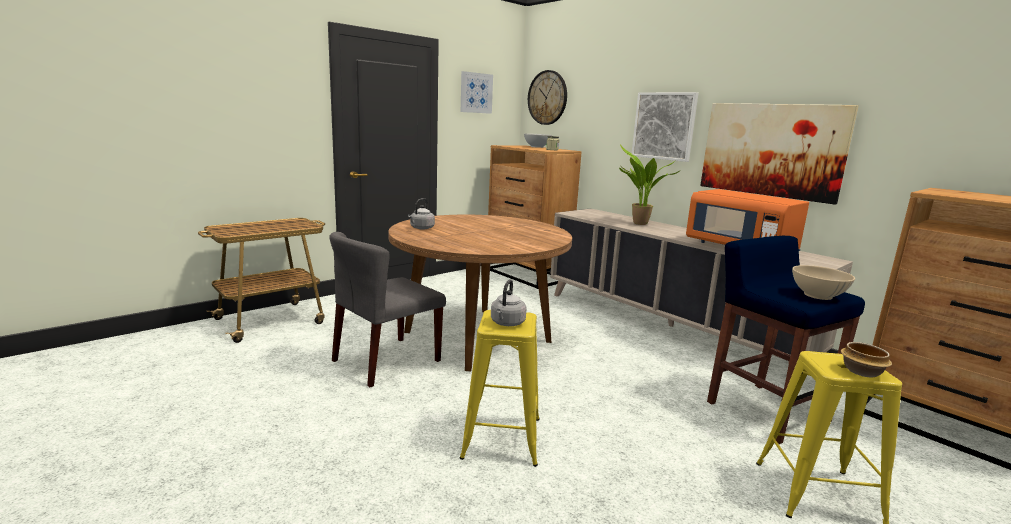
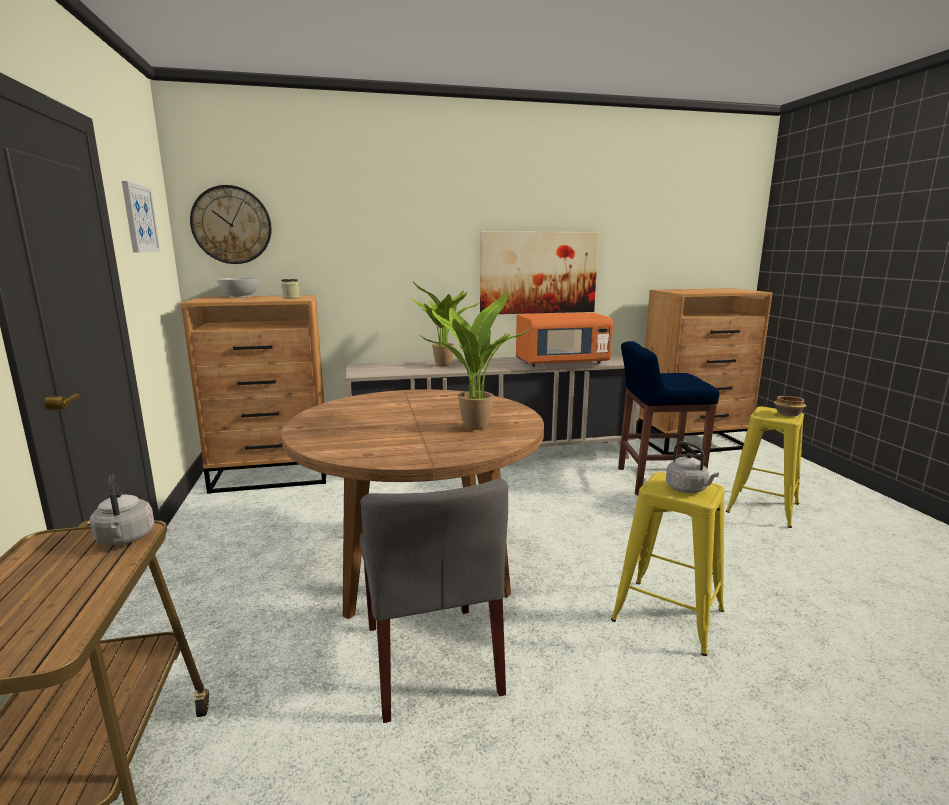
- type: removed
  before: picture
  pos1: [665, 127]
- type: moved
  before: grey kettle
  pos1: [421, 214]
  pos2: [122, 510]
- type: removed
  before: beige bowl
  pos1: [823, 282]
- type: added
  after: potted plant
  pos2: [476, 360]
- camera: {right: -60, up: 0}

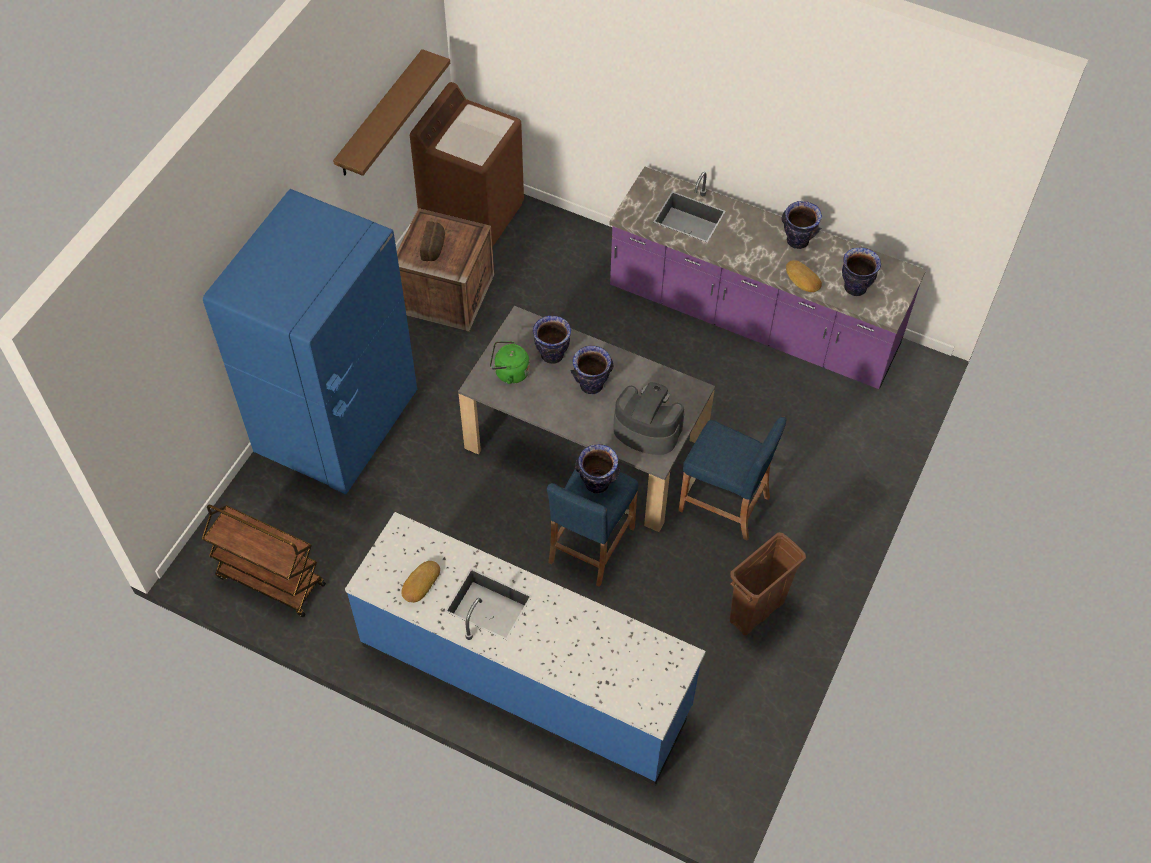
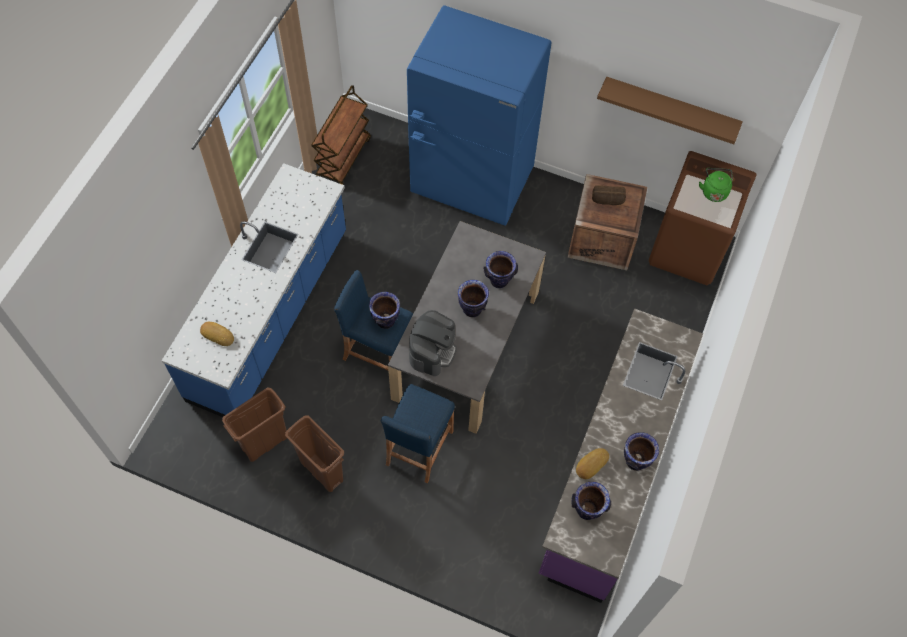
- type: moved
  before: green kettle
  pos1: [510, 362]
  pos2: [716, 185]
- type: moved
  before: bread
  pos1: [420, 582]
  pos2: [217, 334]
- type: added
  after: brown trash can
  pos2: [254, 424]
- camera: {right: 85, up: 5}

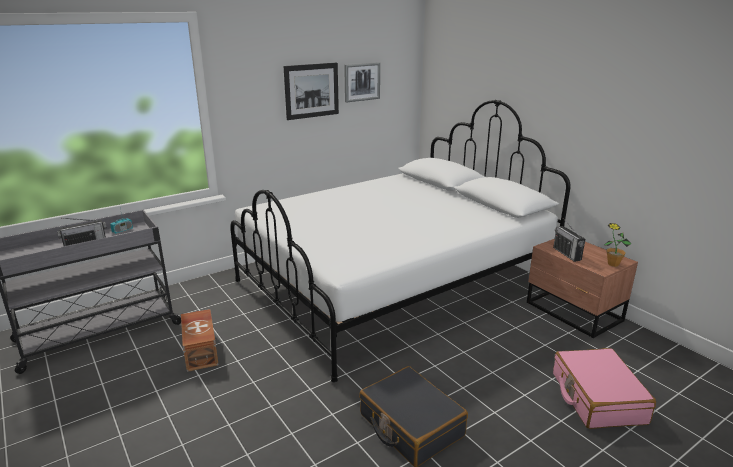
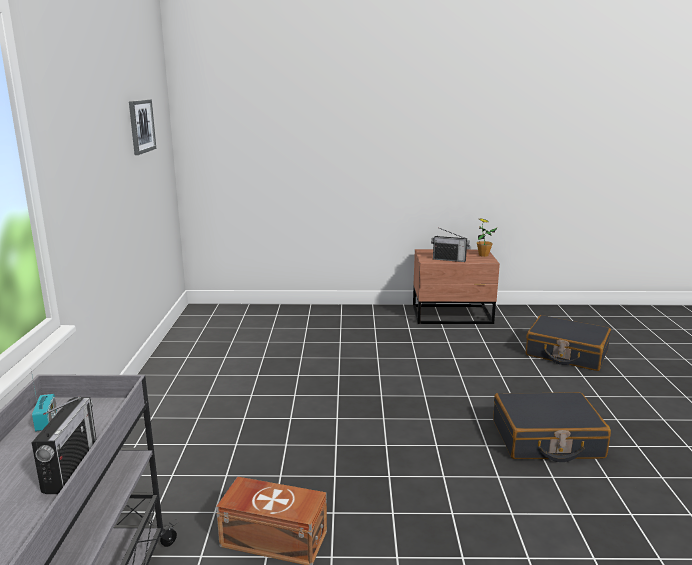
- type: removed
  before: picture
  pos1: [311, 91]
- type: removed
  before: white bed
  pos1: [400, 241]
- type: recoloured
  before: pink suitcase
  after: black suitcase
  pos1: [604, 388]
  pos2: [568, 343]
- camera: {right: -55, up: -5}

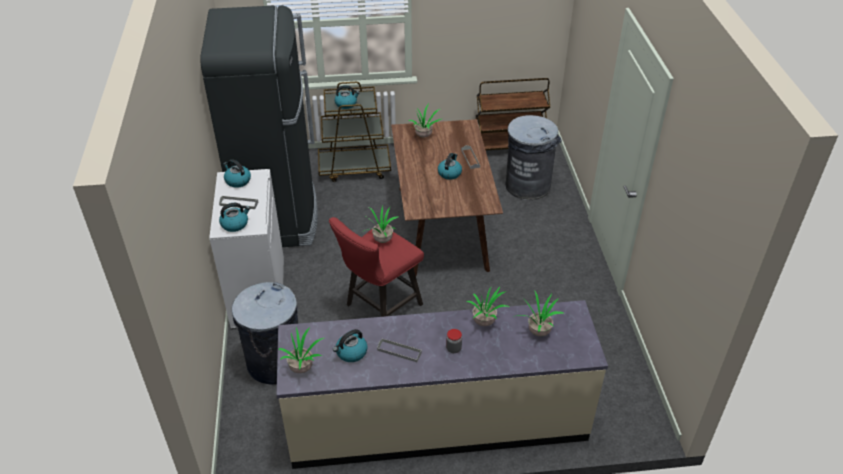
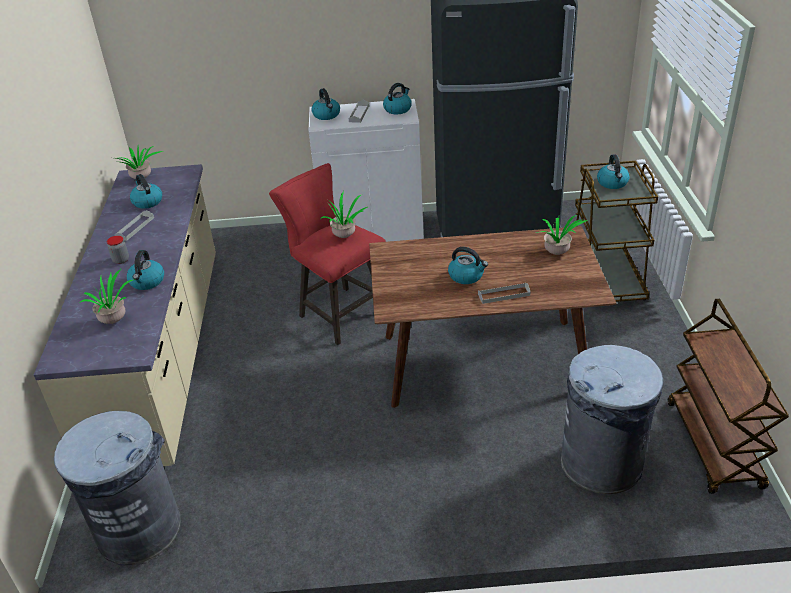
- type: moved
  before: grey trash can
  pos1: [265, 333]
  pos2: [117, 488]
- type: replaced
  before: potted plant
  after: kettle
  pos1: [488, 306]
  pos2: [145, 270]
- camera: {right: 95, up: -5}

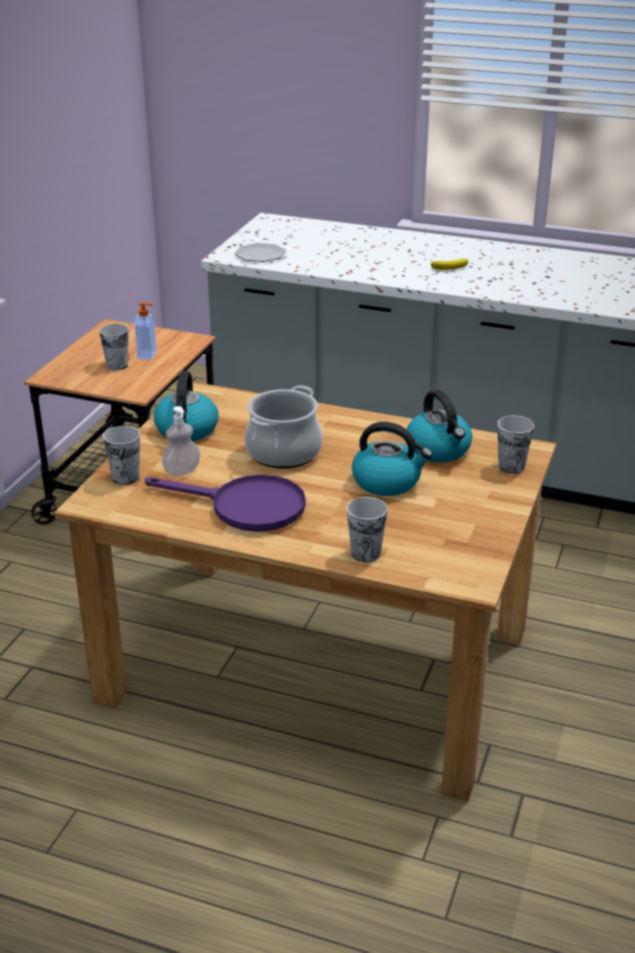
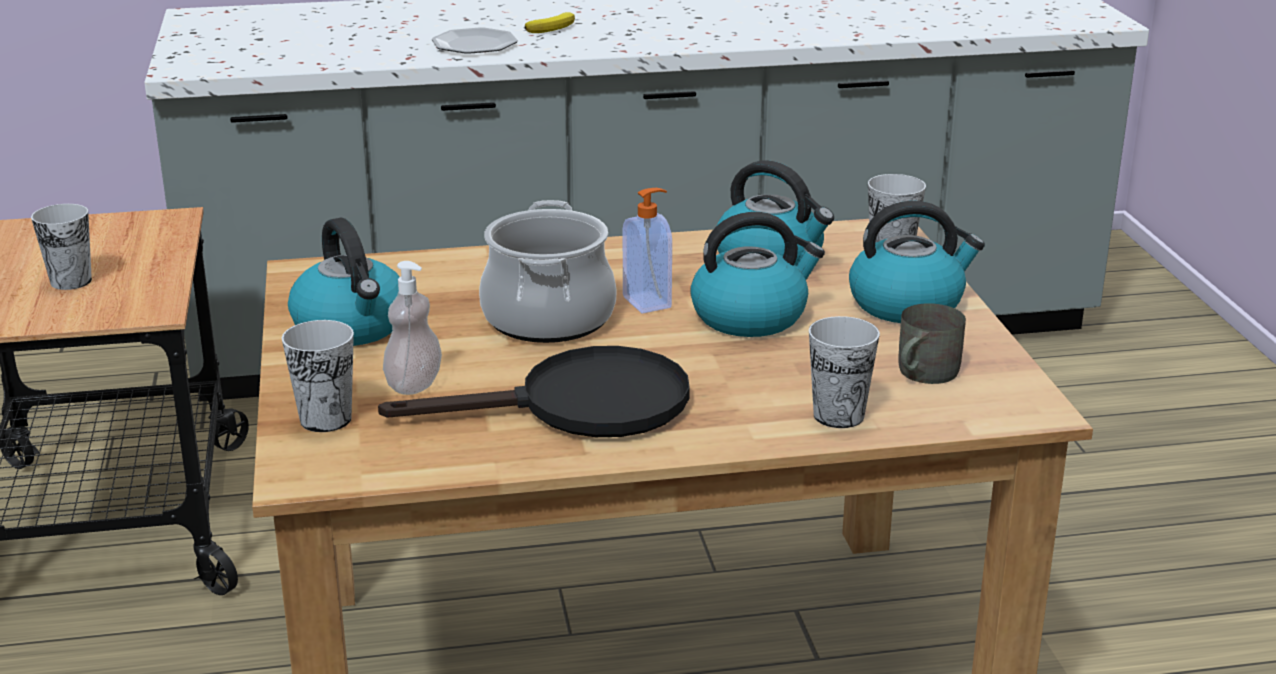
- type: moved
  before: plate
  pos1: [260, 252]
  pos2: [475, 40]
- type: moved
  before: soap dispenser
  pos1: [145, 331]
  pos2: [647, 250]
- type: recoloured
  before: purple frying pan
  after: black frying pan
  pos1: [225, 503]
  pos2: [534, 391]
- type: added
  after: kettle
  pos2: [917, 262]
- type: added
  after: grey mug
  pos2: [932, 343]
- camera: {right: -30, up: -5}

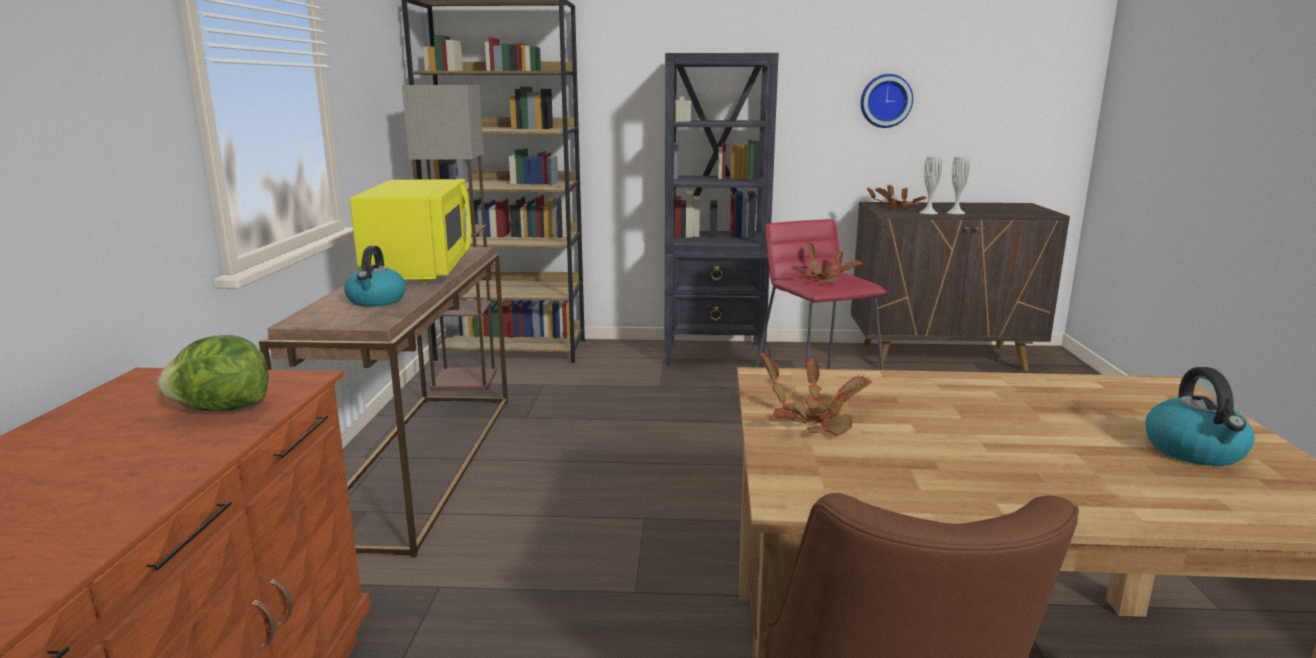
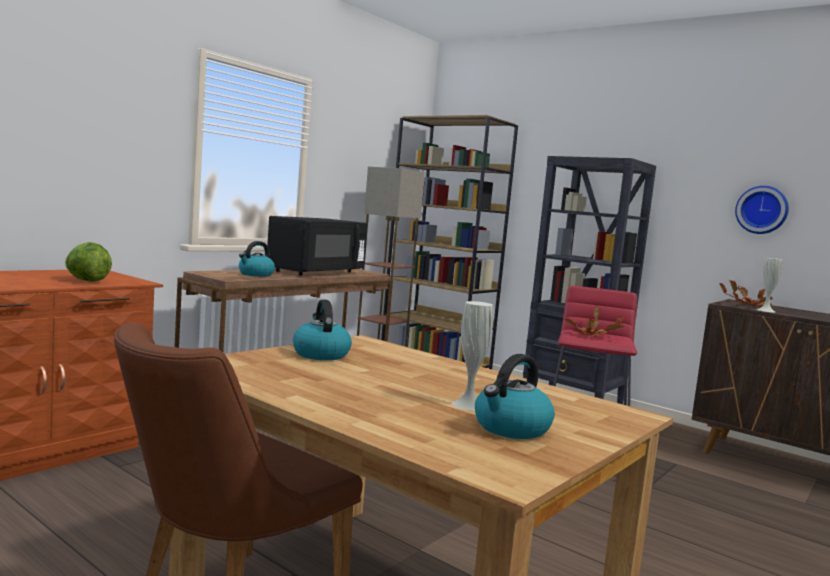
- type: moved
  before: white vase
  pos1: [958, 185]
  pos2: [472, 356]
- type: recoloured
  before: yellow microwave
  after: black microwave
  pos1: [410, 231]
  pos2: [317, 246]
- type: replaced
  before: potted plant
  after: kettle
  pos1: [815, 394]
  pos2: [322, 330]
- camera: {right: 35, up: -10}

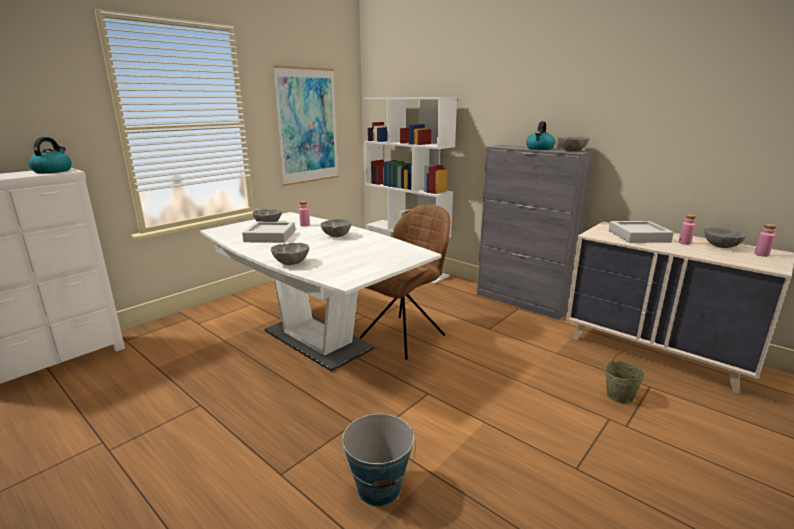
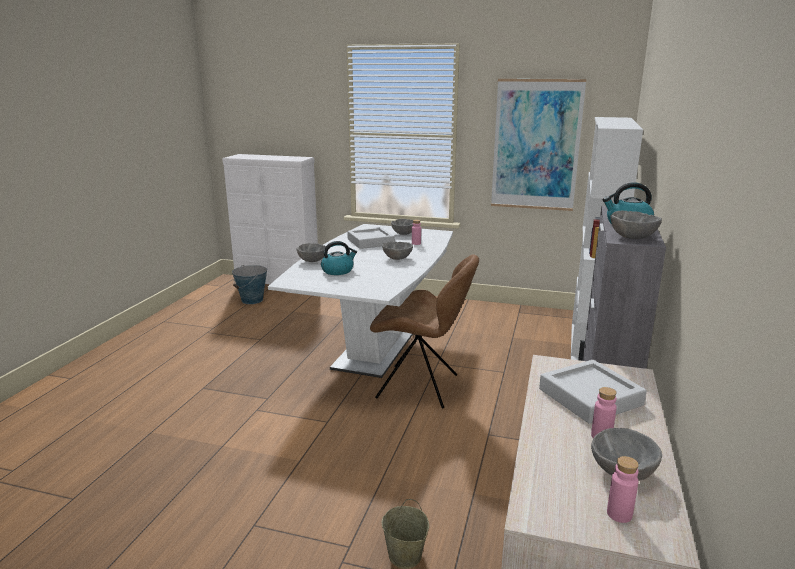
- type: moved
  before: kettle
  pos1: [50, 155]
  pos2: [339, 258]
- type: moved
  before: bucket
  pos1: [379, 460]
  pos2: [249, 284]
- camera: {right: 65, up: 0}

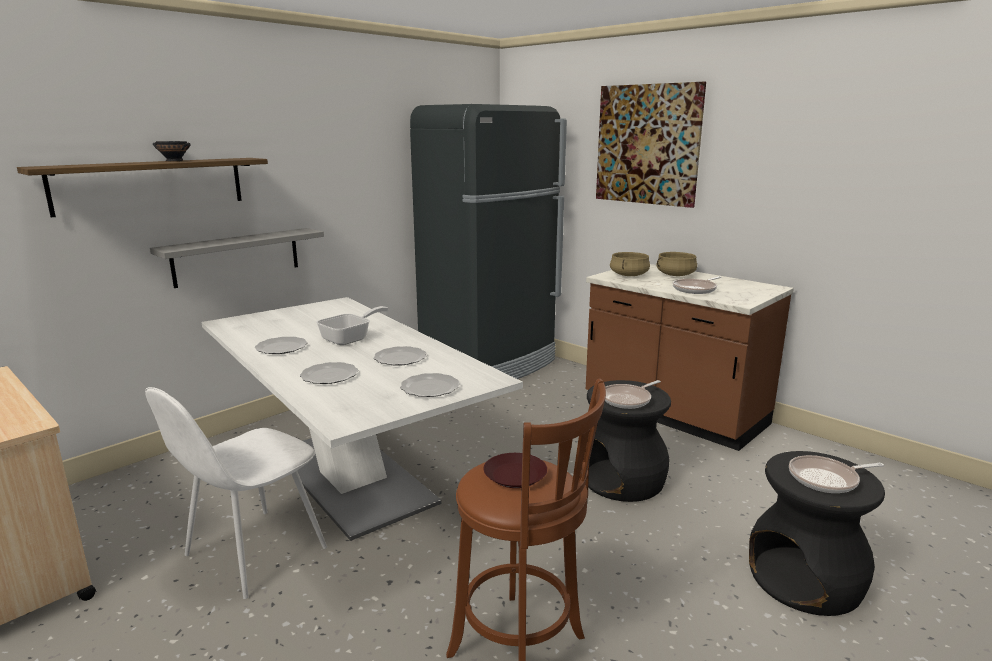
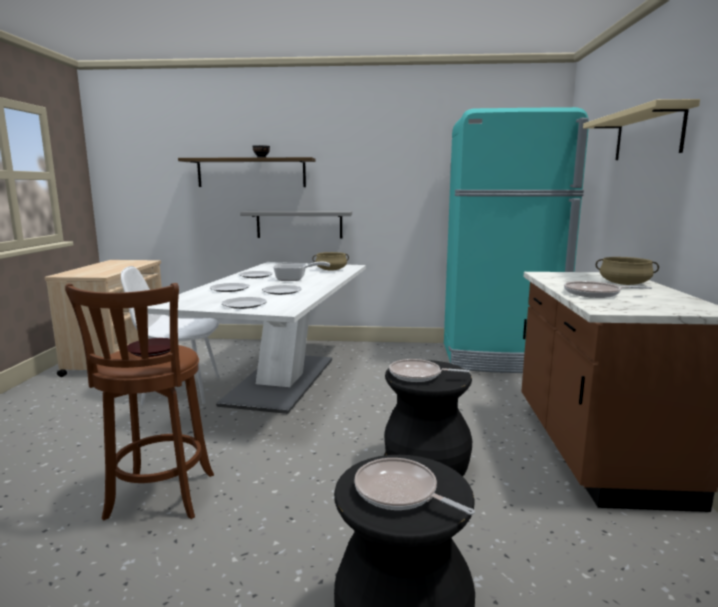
- type: replaced
  before: picture
  after: beige shelf
  pos1: [651, 145]
  pos2: [641, 129]
- type: recoloured
  before: black fridge
  after: turquoise fridge
  pos1: [488, 241]
  pos2: [516, 240]
- type: moved
  before: beige cooking pot
  pos1: [630, 264]
  pos2: [330, 261]
- camera: {right: 50, up: -5}

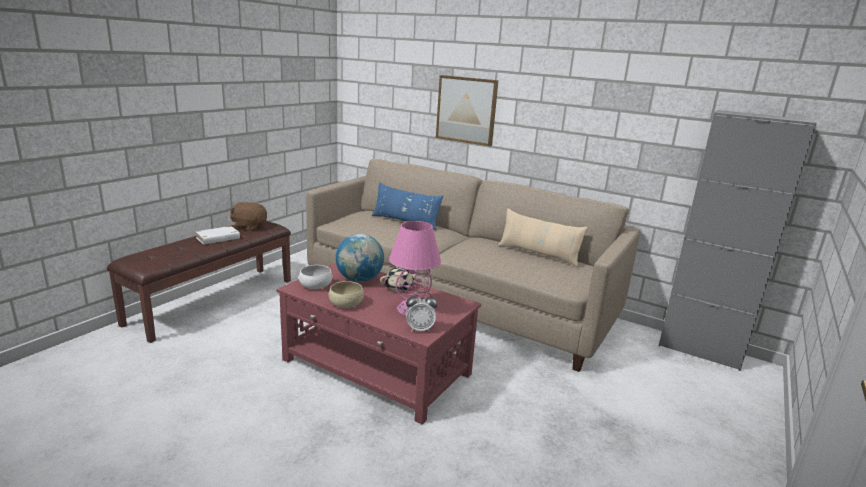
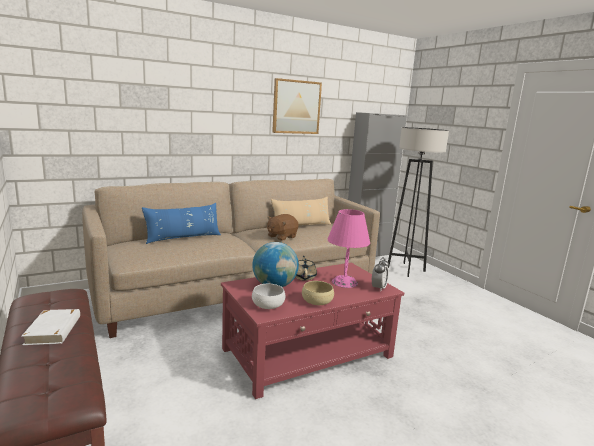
- type: moved
  before: picture
  pos1: [467, 110]
  pos2: [297, 106]
- type: moved
  before: brown plush toy
  pos1: [248, 216]
  pos2: [283, 227]
- type: added
  after: grey floor lamp
  pos2: [418, 202]
- camera: {right: -60, up: -5}

